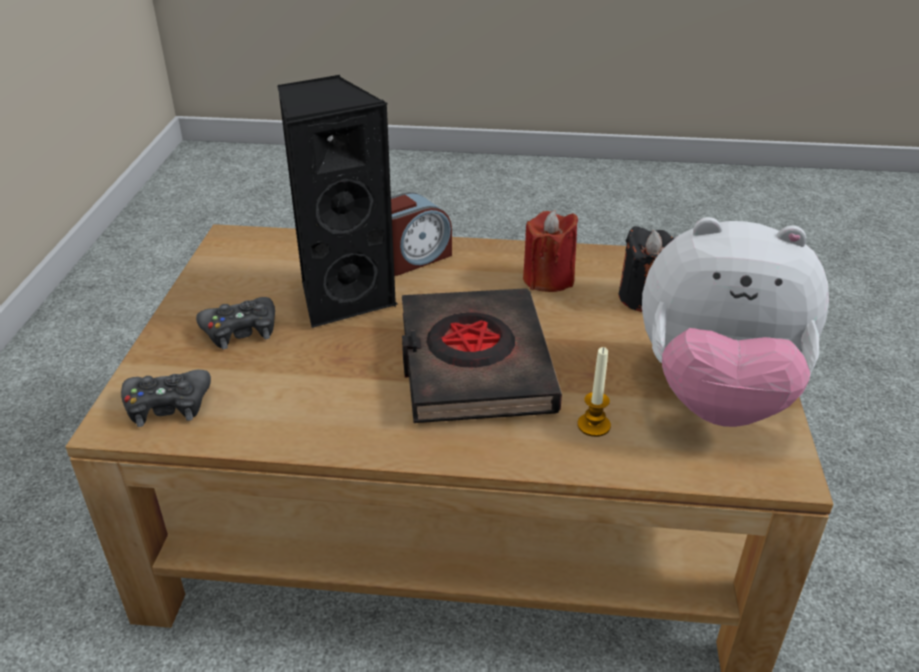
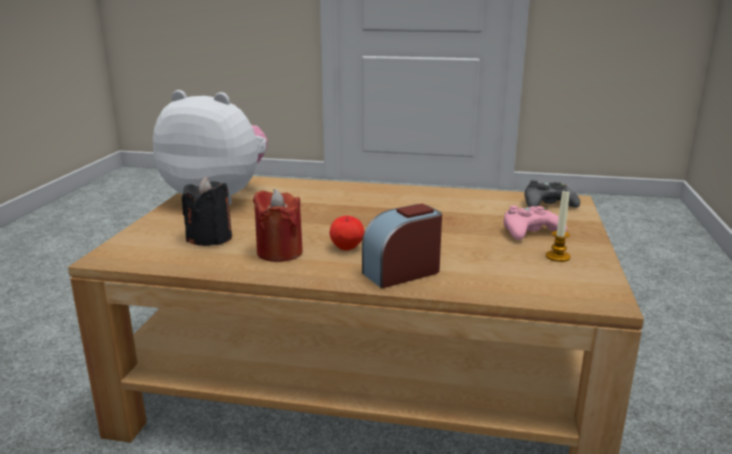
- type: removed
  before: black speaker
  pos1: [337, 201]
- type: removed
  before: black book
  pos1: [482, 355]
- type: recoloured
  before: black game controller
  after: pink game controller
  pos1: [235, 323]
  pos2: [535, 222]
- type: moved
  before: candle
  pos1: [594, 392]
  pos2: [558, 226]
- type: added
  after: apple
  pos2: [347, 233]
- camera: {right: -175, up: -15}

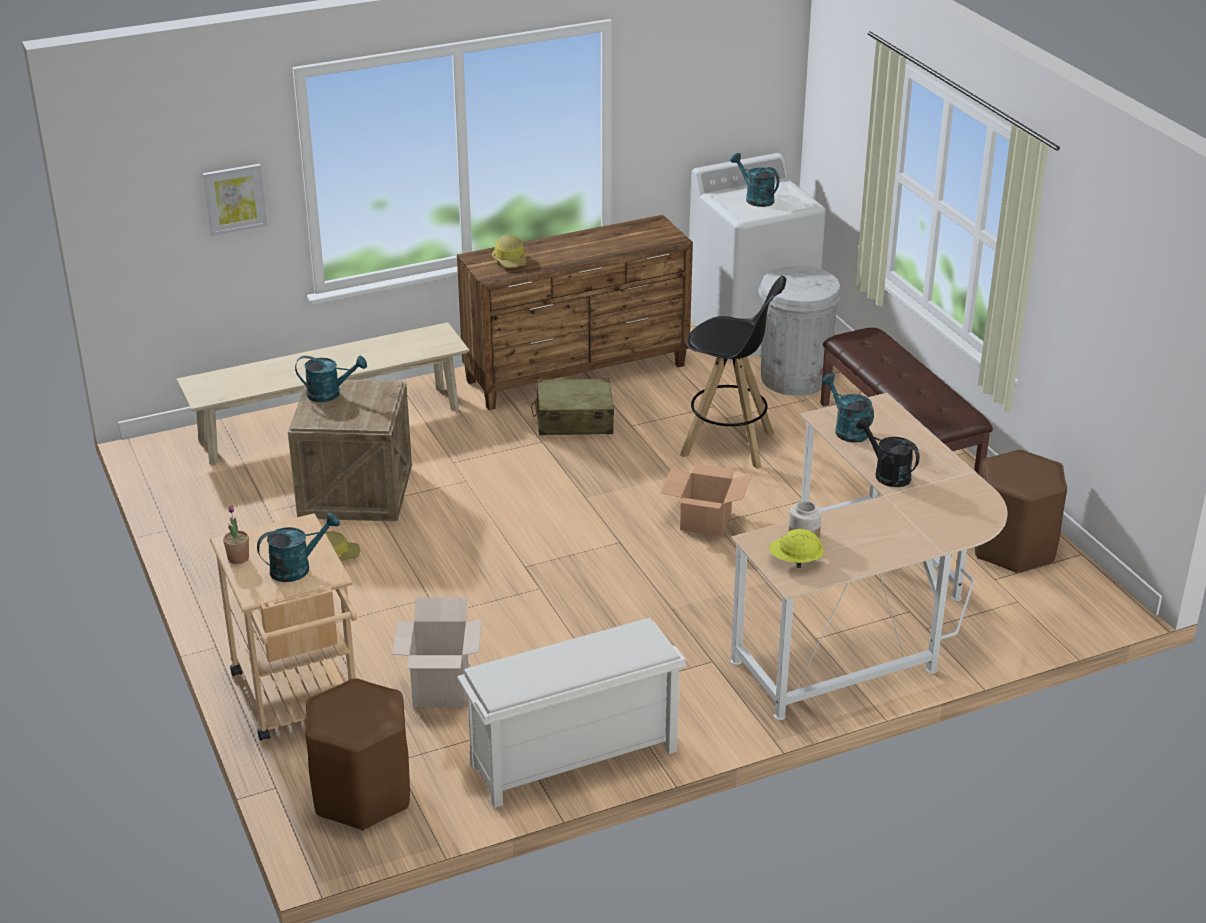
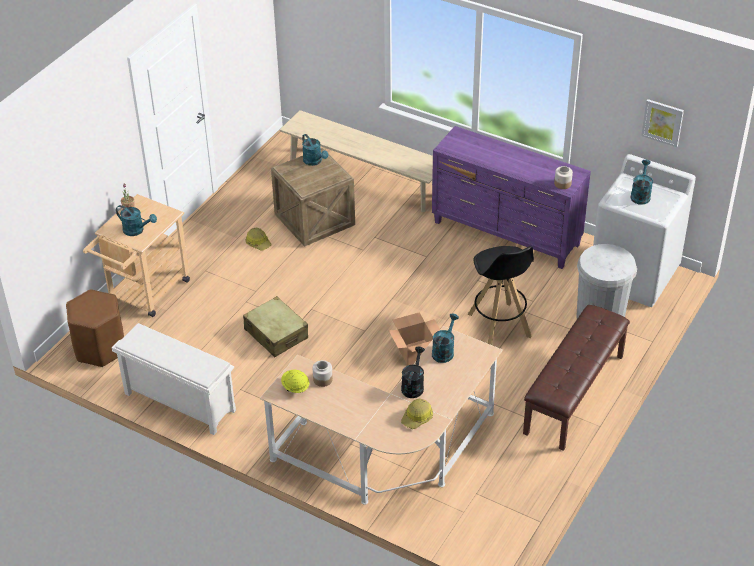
- type: moved
  before: picture
  pos1: [235, 200]
  pos2: [662, 123]
- type: recoloured
  before: brown dresser
  after: purple dresser
  pos1: [575, 312]
  pos2: [511, 197]
- type: moved
  before: hard hat
  pos1: [509, 251]
  pos2: [417, 413]
- type: moved
  before: beige suitcase
  pos1: [572, 406]
  pos2: [275, 326]
- type: removed
  before: brown stool
  pos1: [1021, 511]
- type: removed
  before: cardboard box
  pos1: [437, 652]
- type: added
  after: jar
  pos2: [563, 177]
- camera: {right: 55, up: 10}

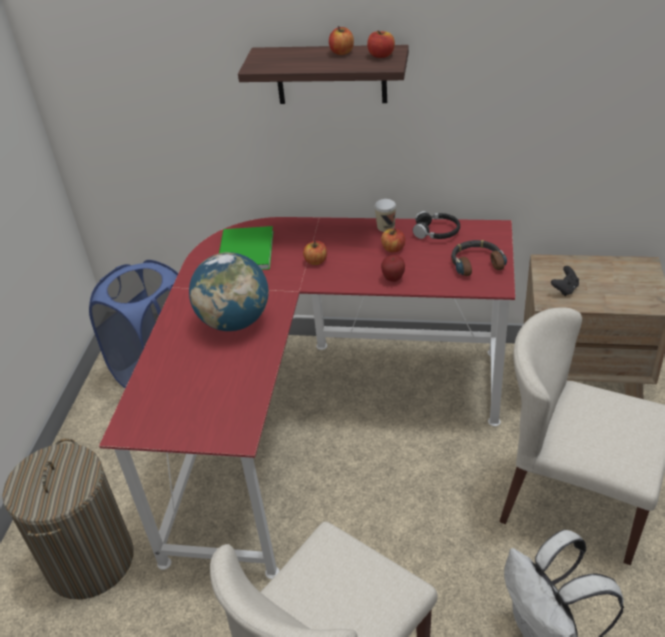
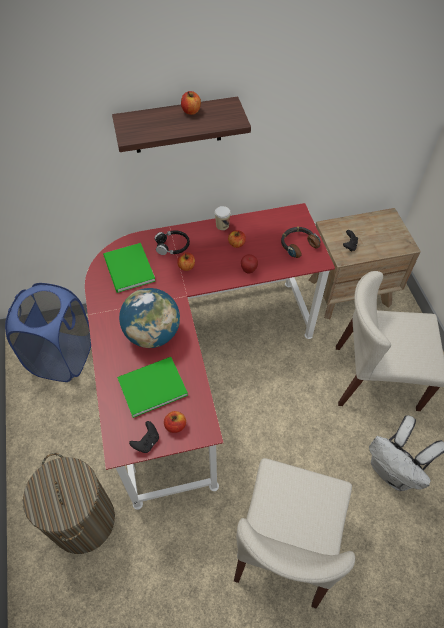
- type: moved
  before: apple
  pos1: [381, 44]
  pos2: [175, 422]
- type: moved
  before: black headphones
  pos1: [436, 225]
  pos2: [172, 242]
- type: added
  after: green book
  pos2: [152, 387]
- type: added
  after: black game controller
  pos2: [144, 437]
- camera: {right: -25, up: 15}

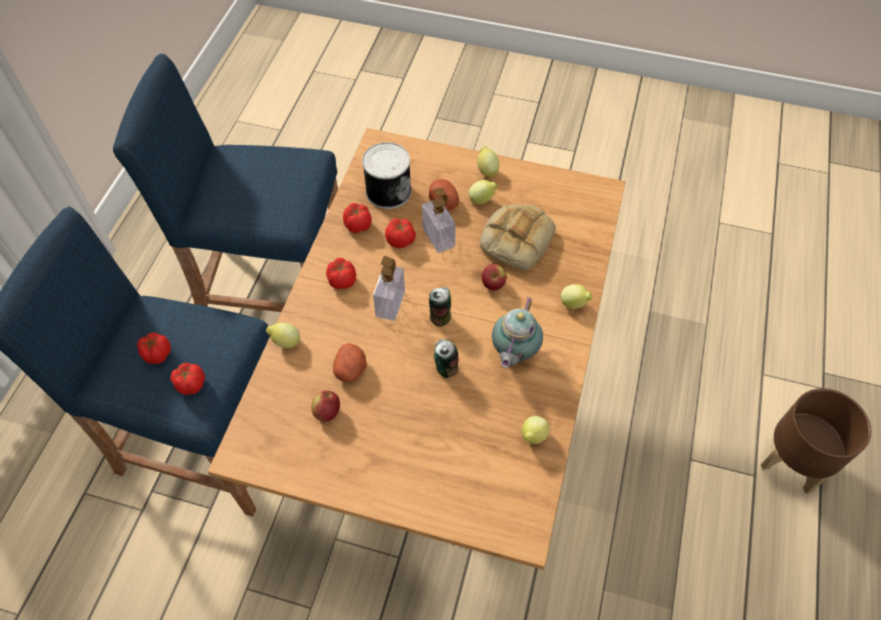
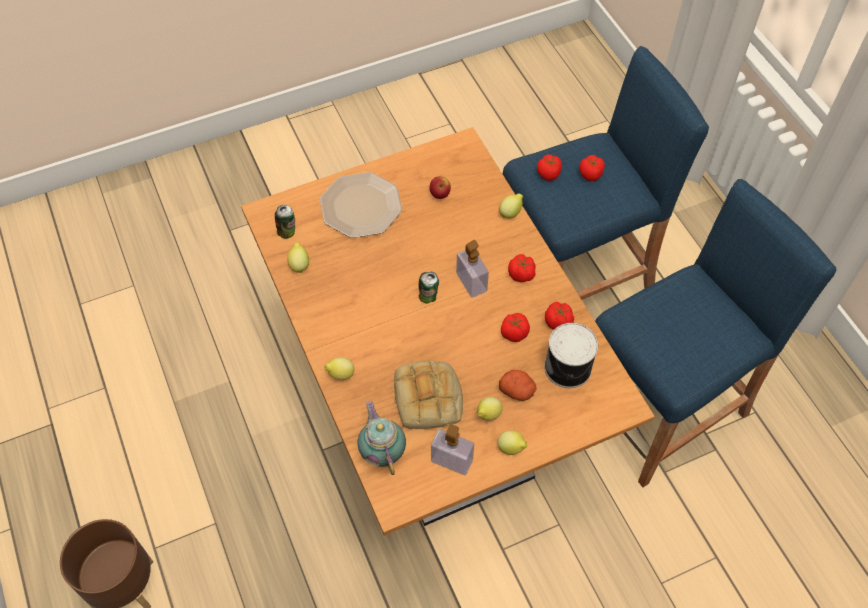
- type: moved
  before: soap dispenser
  pos1: [439, 220]
  pos2: [452, 449]
- type: removed
  before: apple
  pos1: [494, 277]
- type: moved
  before: teapot
  pos1: [517, 332]
  pos2: [382, 438]
- type: moved
  before: can
  pos1: [446, 358]
  pos2: [285, 222]
- type: removed
  before: potato
  pos1: [350, 362]
- type: added
  after: plate
  pos2: [361, 205]
- camera: {right: 140, up: 0}

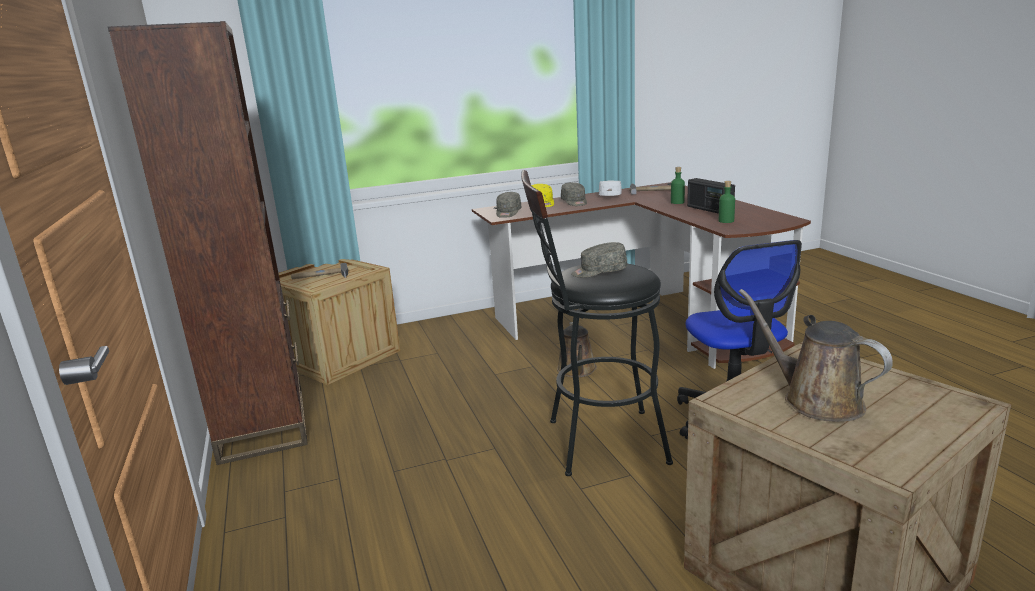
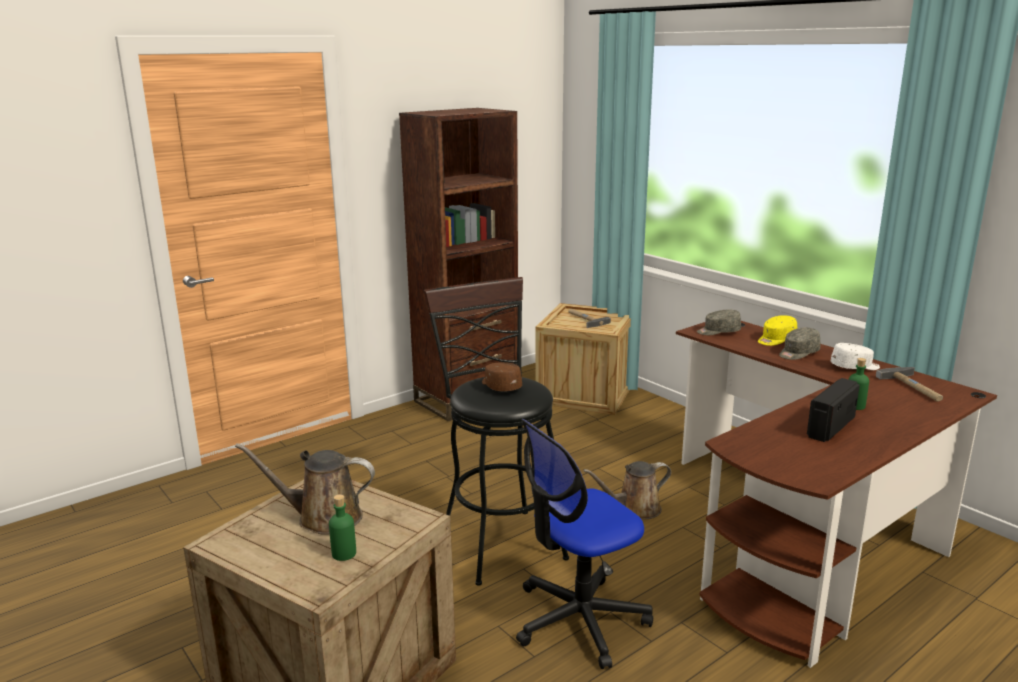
- type: moved
  before: green bottle
  pos1: [727, 202]
  pos2: [342, 527]
- type: recoloured
  before: grey cap
  after: brown cap
  pos1: [599, 260]
  pos2: [502, 376]
- type: turned
  before: brown watering can
  pos1: [816, 355]
  pos2: [305, 489]
  turn: -120
- camera: {right: 70, up: 0}

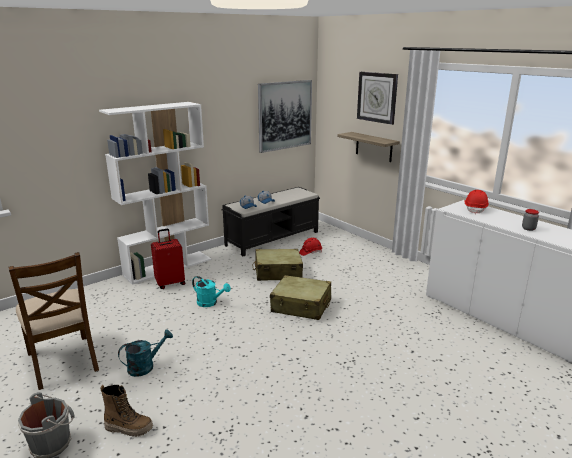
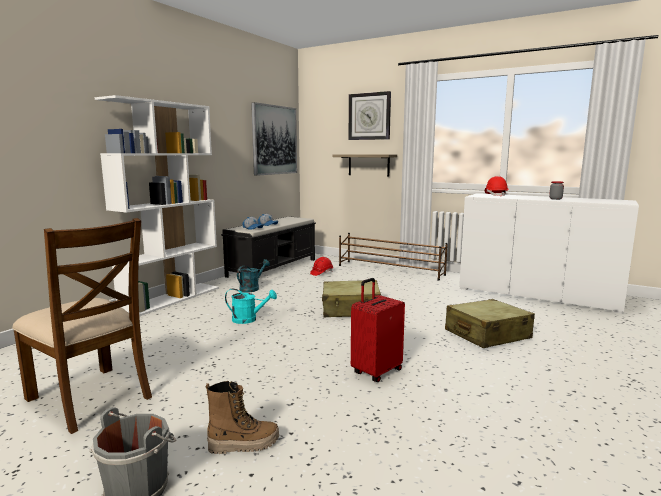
- type: moved
  before: red suitcase
  pos1: [168, 259]
  pos2: [378, 330]
- type: moved
  before: beige suitcase
  pos1: [277, 265]
  pos2: [490, 323]
- type: moved
  before: turquoise watering can
  pos1: [145, 353]
  pos2: [253, 276]
- type: added
  after: brown shoe rack
  pos2: [393, 257]
- camera: {right: -20, up: -10}

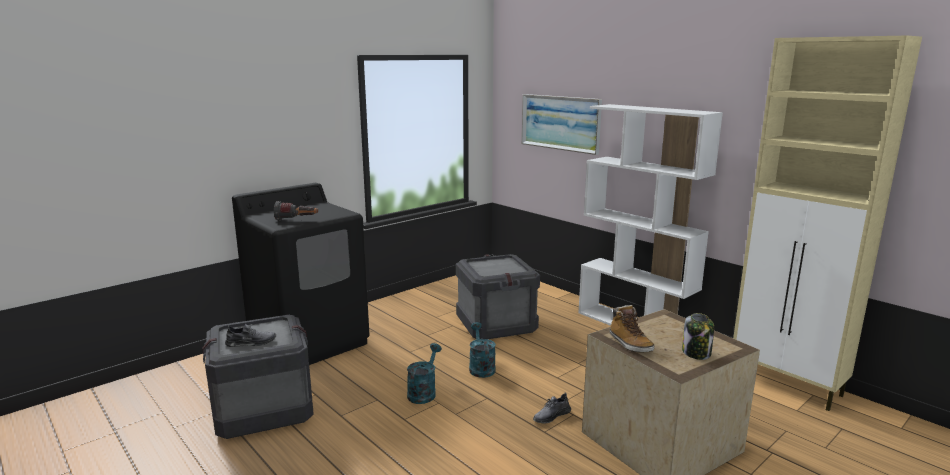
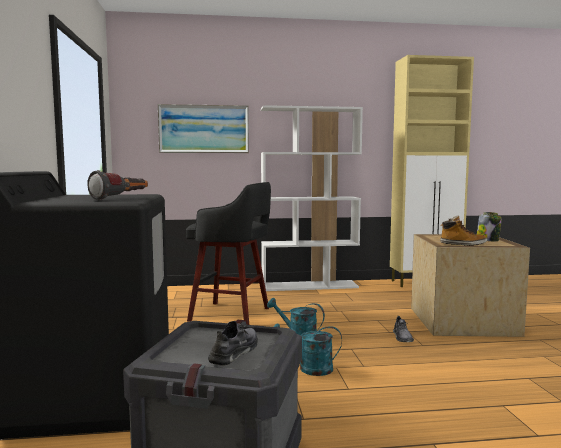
- type: replaced
  before: crate
  after: black stool
  pos1: [498, 296]
  pos2: [228, 253]
- type: turned
  before: turquoise watering can
  pos1: [424, 373]
  pos2: [308, 350]
  turn: -45
- camera: {right: -55, up: -10}

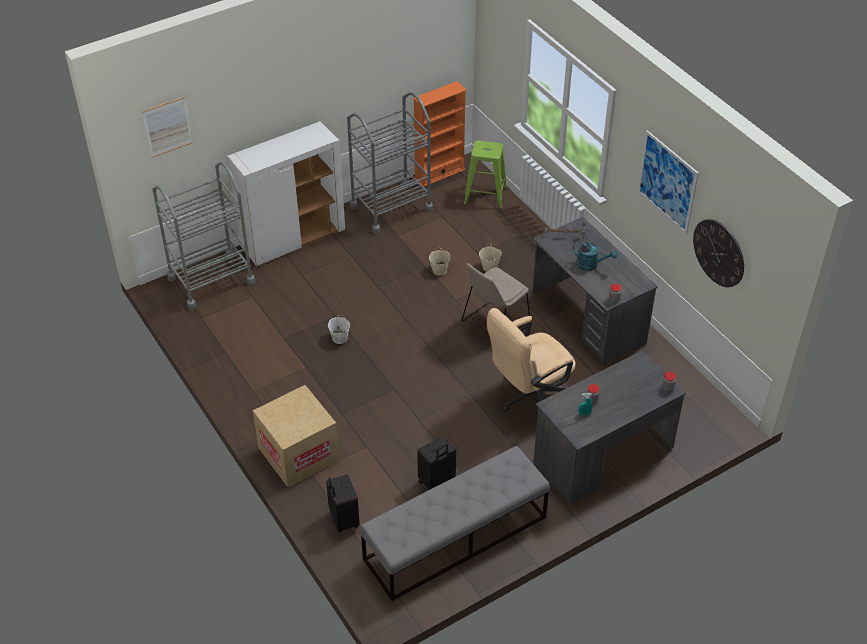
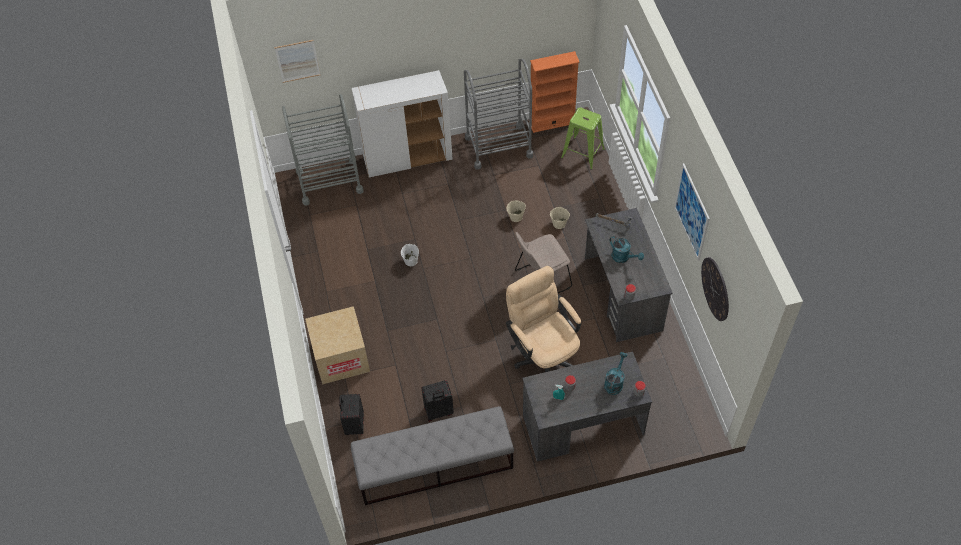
- type: turned
  before: beige office chair
  pos1: [531, 359]
  pos2: [543, 319]
  turn: 75
- type: added
  after: turquoise watering can
  pos2: [616, 373]
- camera: {right: 20, up: 10}

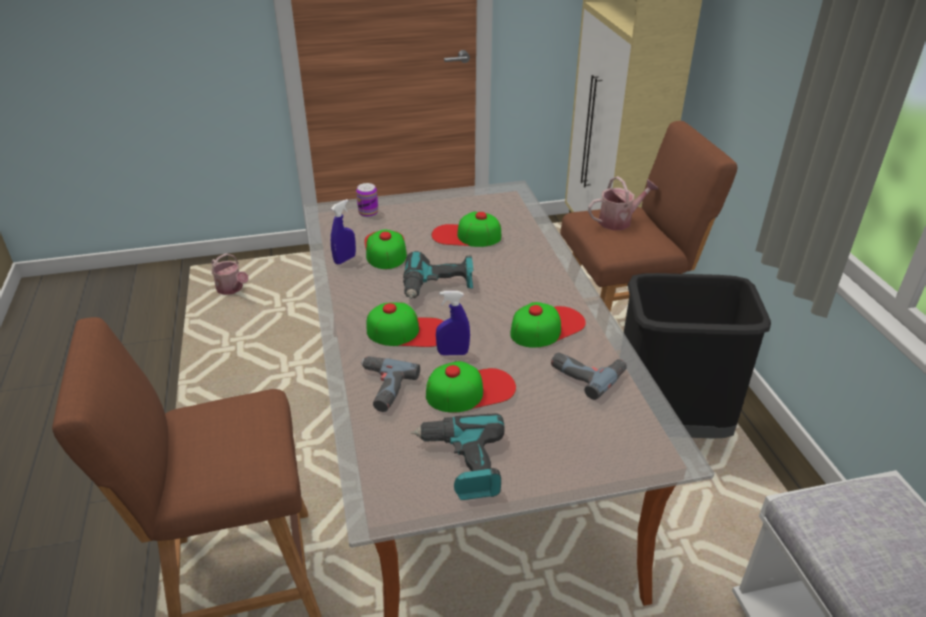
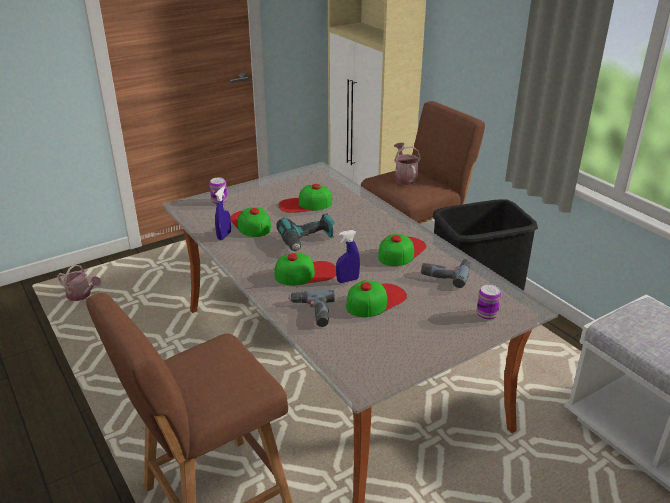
- type: turned
  before: watering can
  pos1: [623, 203]
  pos2: [407, 164]
  turn: -60
- type: removed
  before: power drill
  pos1: [458, 456]
- type: added
  after: can
  pos2: [489, 302]
- camera: {right: -20, up: -5}

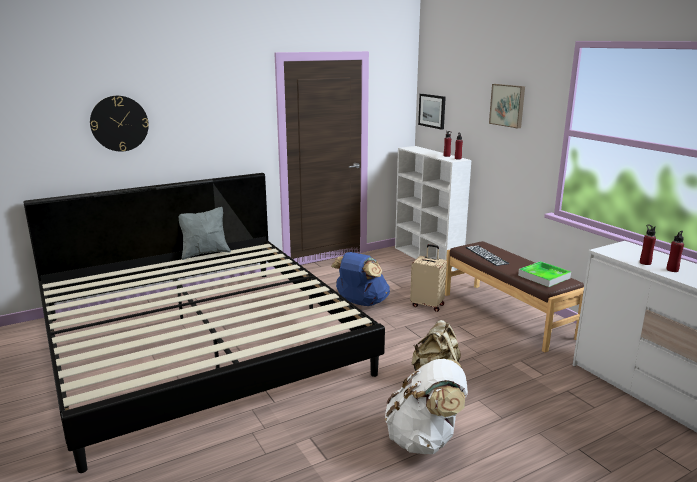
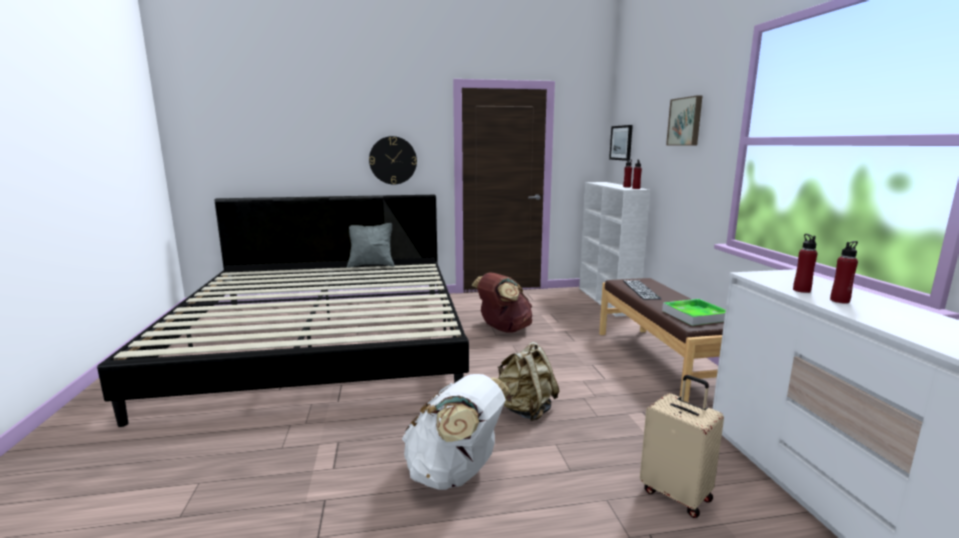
- type: moved
  before: wall clock
  pos1: [119, 124]
  pos2: [393, 160]
- type: moved
  before: beige suitcase
  pos1: [428, 278]
  pos2: [682, 446]
- type: recoloured
  before: blue backpack
  after: brown backpack
  pos1: [360, 279]
  pos2: [501, 303]
- camera: {right: 20, up: -5}

